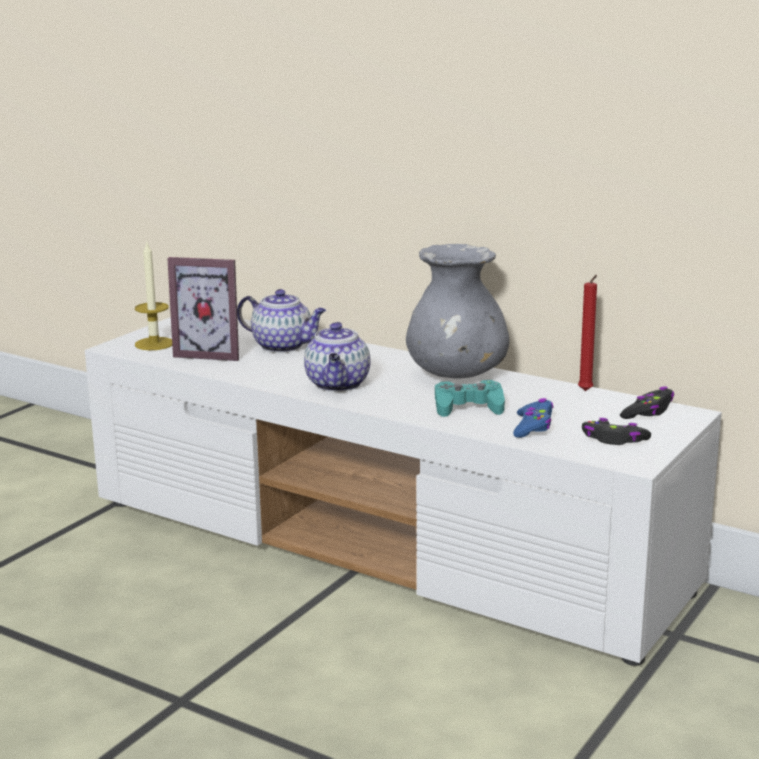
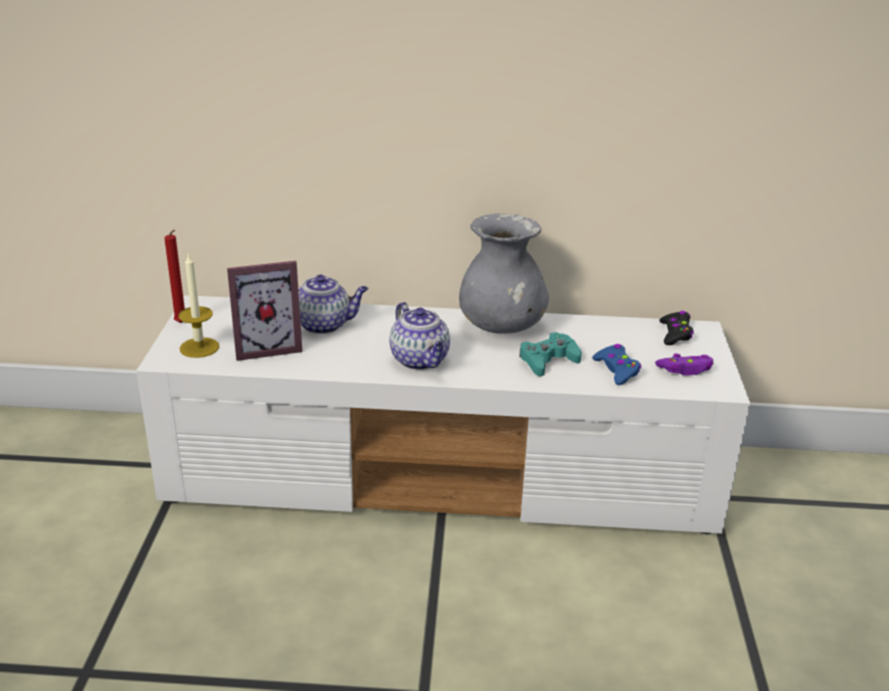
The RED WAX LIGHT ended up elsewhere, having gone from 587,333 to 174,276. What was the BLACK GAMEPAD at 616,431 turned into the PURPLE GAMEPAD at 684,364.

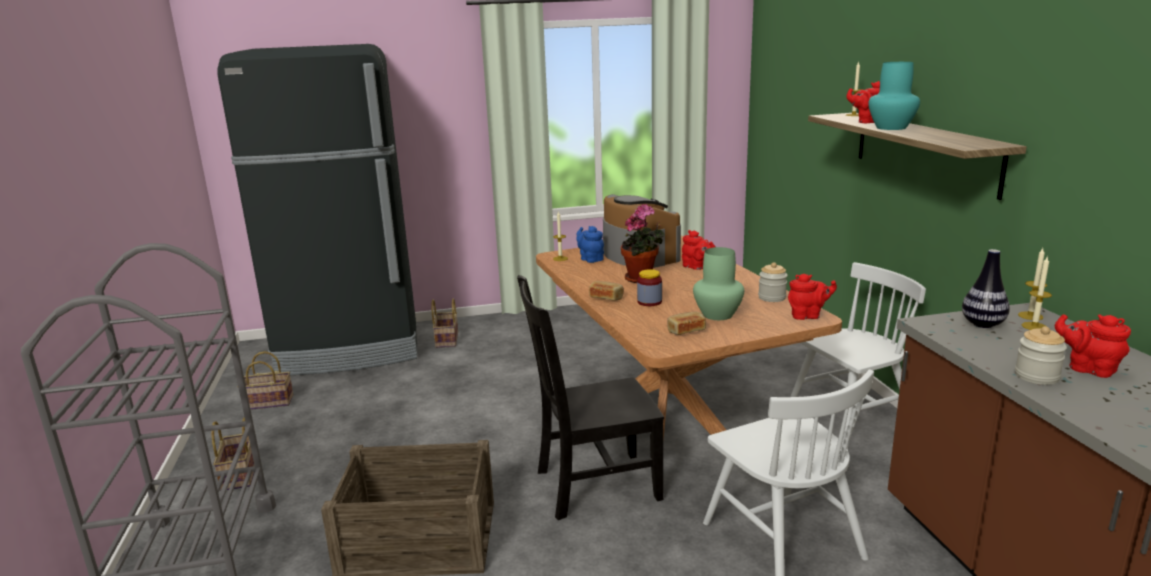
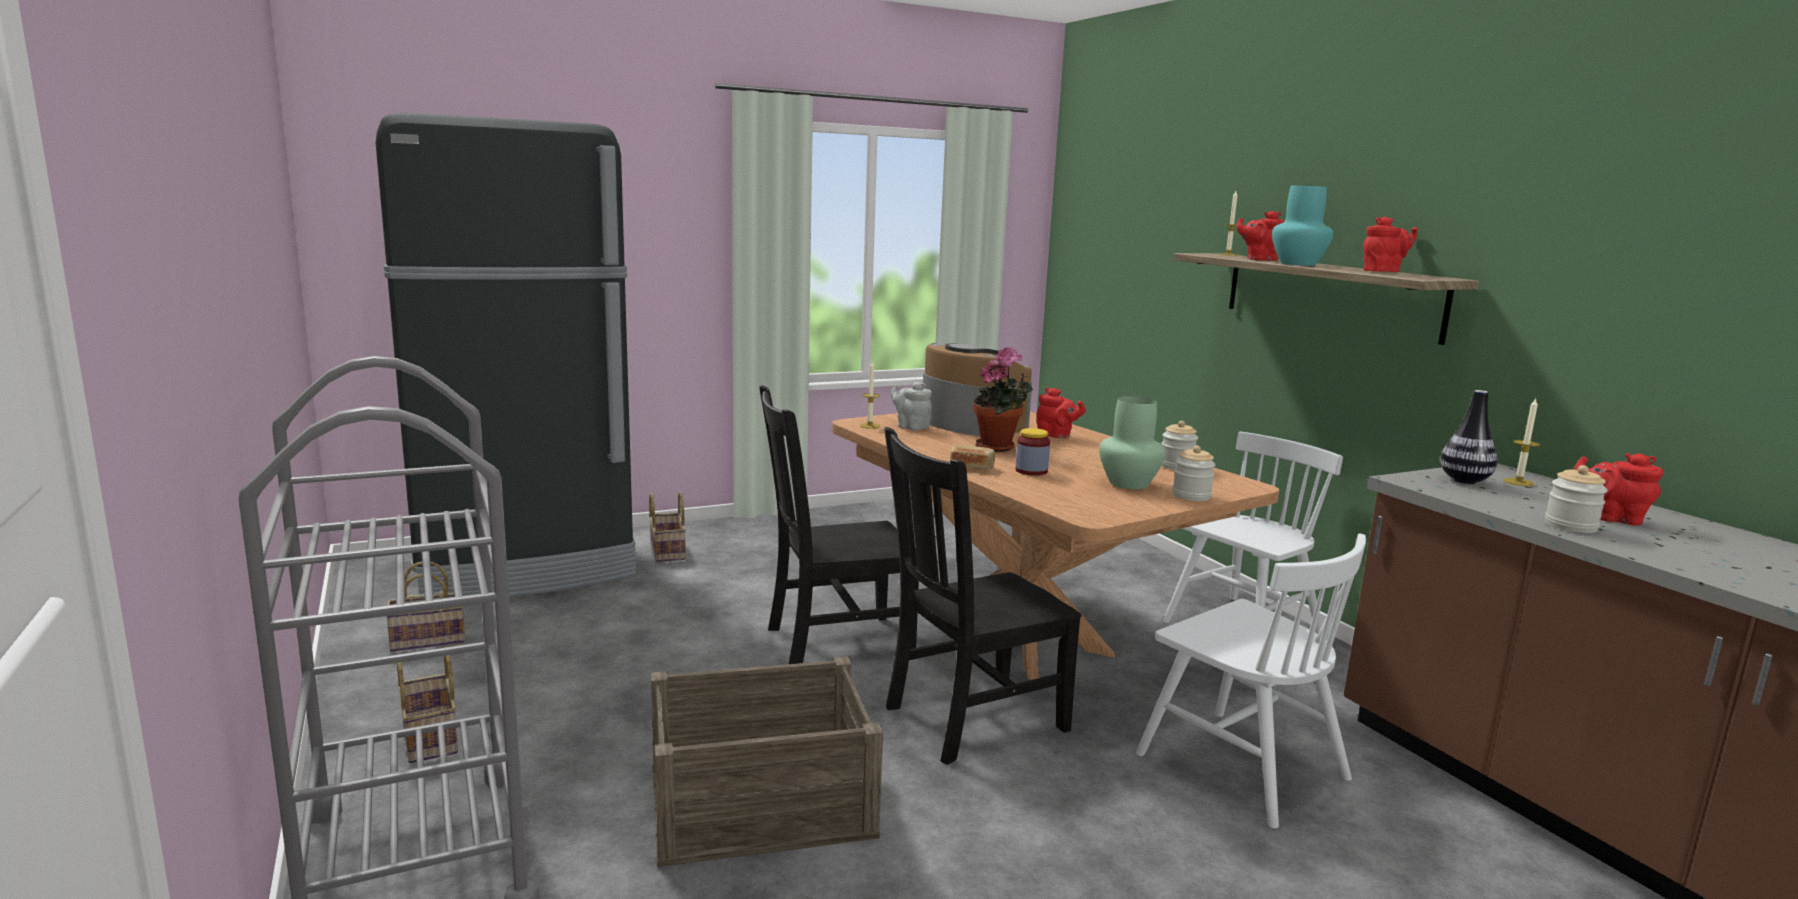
The second view lost the BREAD at 686,323. The second view lost the WAX LIGHT at 1032,284. The second view gained the BLACK PLAIN CHAIR at 839,524. The second view gained the STORAGE JAR at 1194,473. The RED TEAPOT ended up elsewhere, having gone from 812,297 to 1390,244. What was the BLUE TEAPOT at 590,244 turned into the GRAY TEAPOT at 911,406.

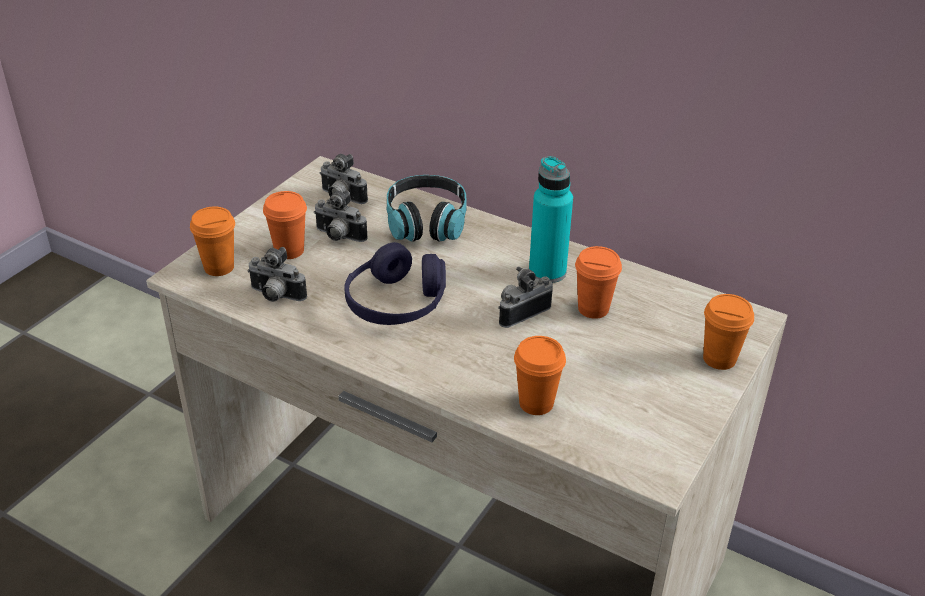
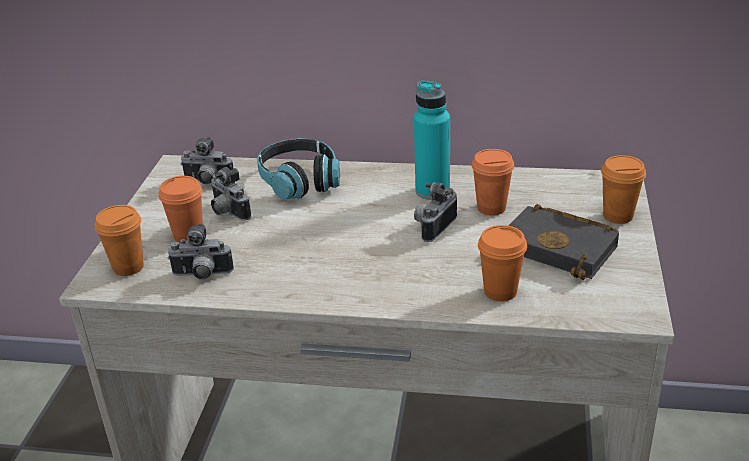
The second view lost the PURPLE HEADSET at 395,283. The second view gained the BLACK BOOK at 564,242. The STILL CAMERA at 341,216 ended up facing another way, 45 degrees clockwise from before.

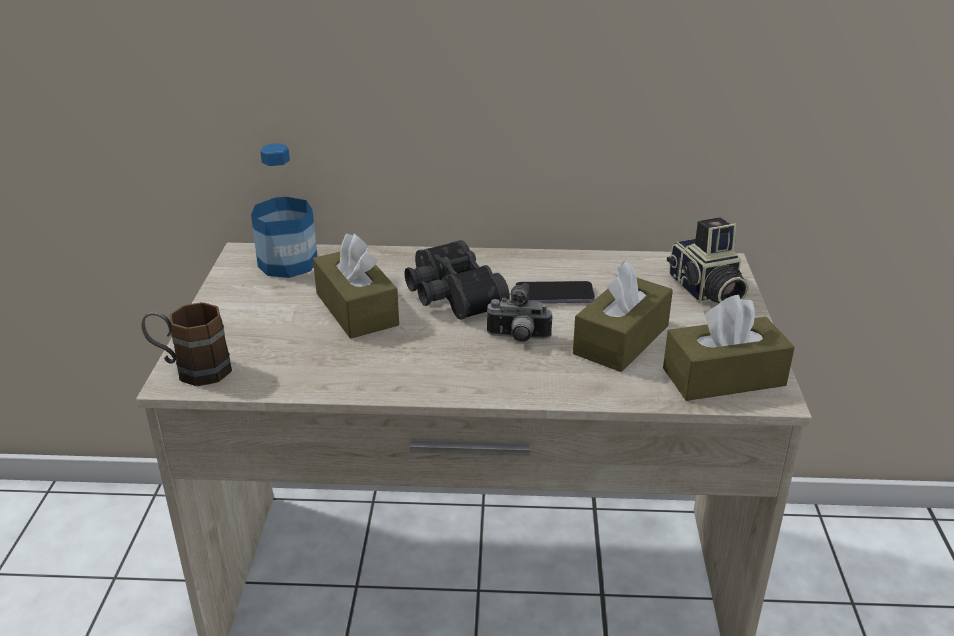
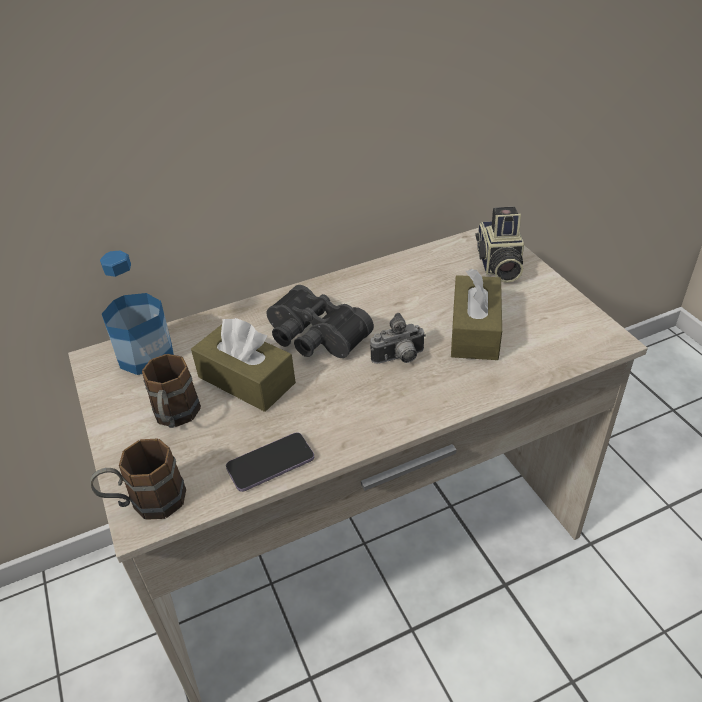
The second view lost the BROWN BOX OF TISSUES at 729,348. The second view gained the BROWN COFFEE MUG at 171,391. The TELEPHONE ended up elsewhere, having gone from 555,292 to 270,462. The STILL CAMERA at 708,260 ended up facing another way, 45 degrees clockwise from before.

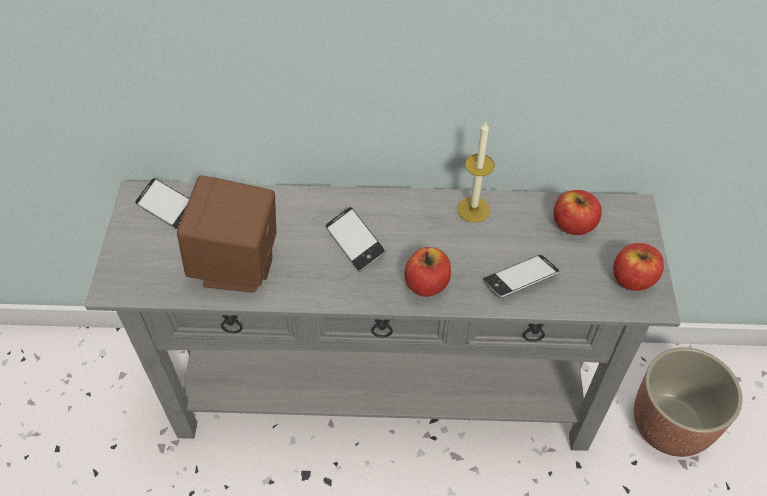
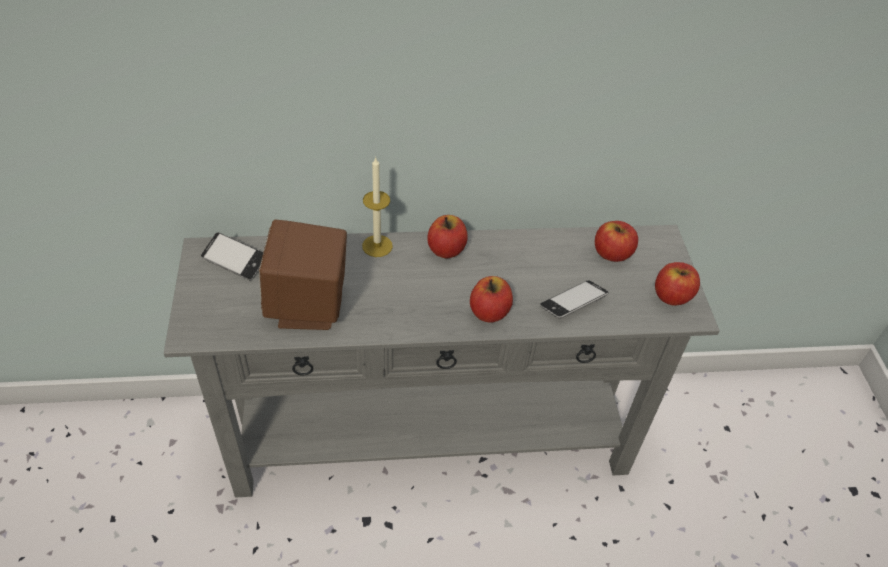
The second view lost the TELEPHONE at 355,239. The second view lost the FLOWER POT at 688,402. The second view gained the WHOLE APPLE at 447,236. The WAX LIGHT ended up elsewhere, having gone from 476,172 to 377,207.

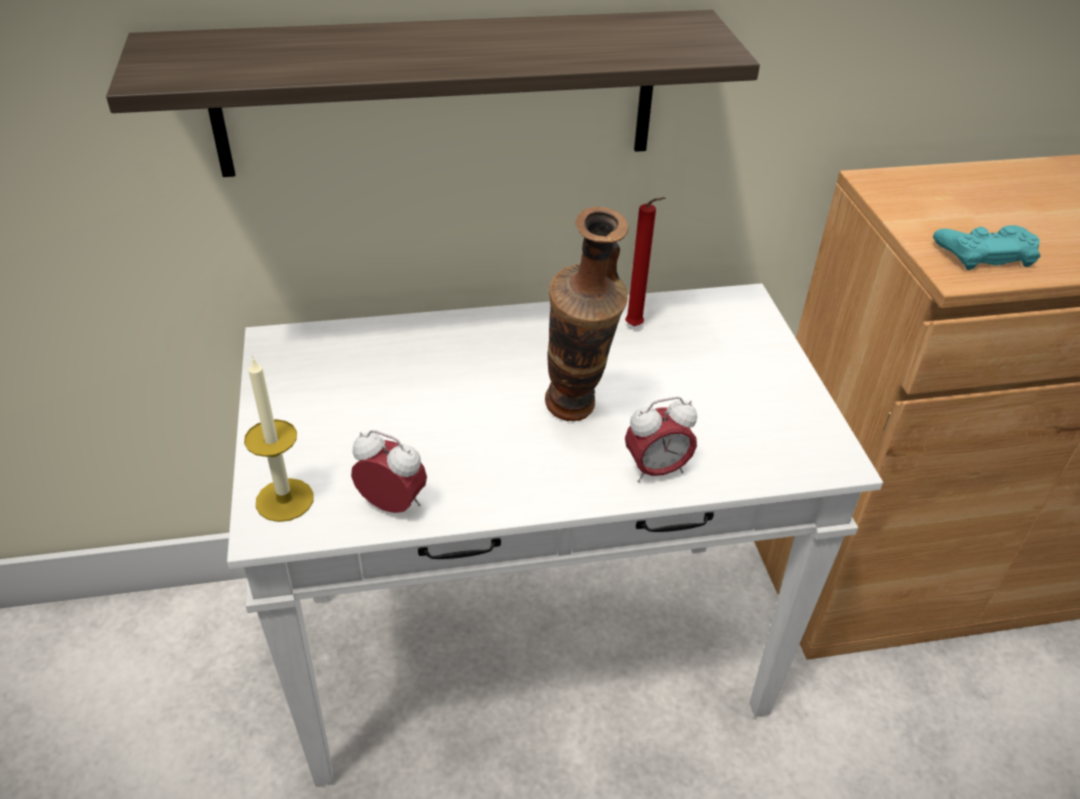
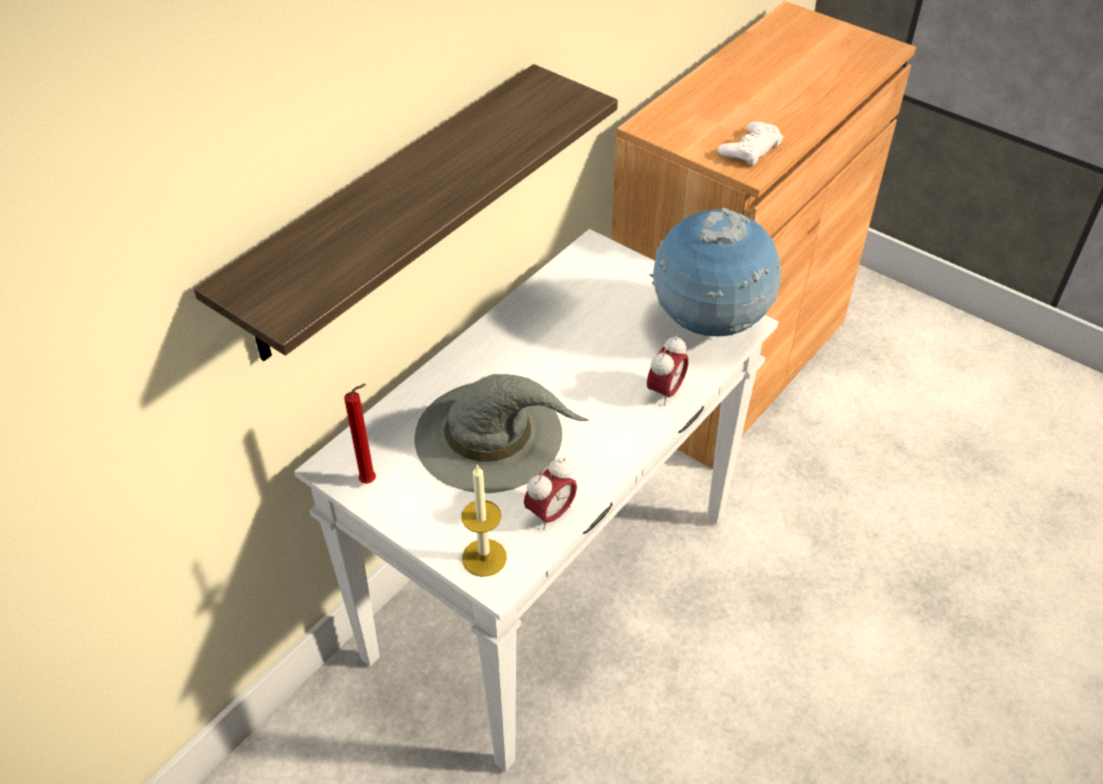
The second view lost the FLOWER VASE at 587,314. The second view gained the GRAY CLOTHING HAT at 501,433. The second view gained the GLOBE at 715,272. The RED WAX LIGHT ended up elsewhere, having gone from 645,261 to 360,434. What was the TURQUOISE-COLOURED GAMEPAD at 986,247 turned into the WHITE GAMEPAD at 750,143. The TABLE CLOCK at 389,471 ended up facing another way, 150 degrees clockwise from before.

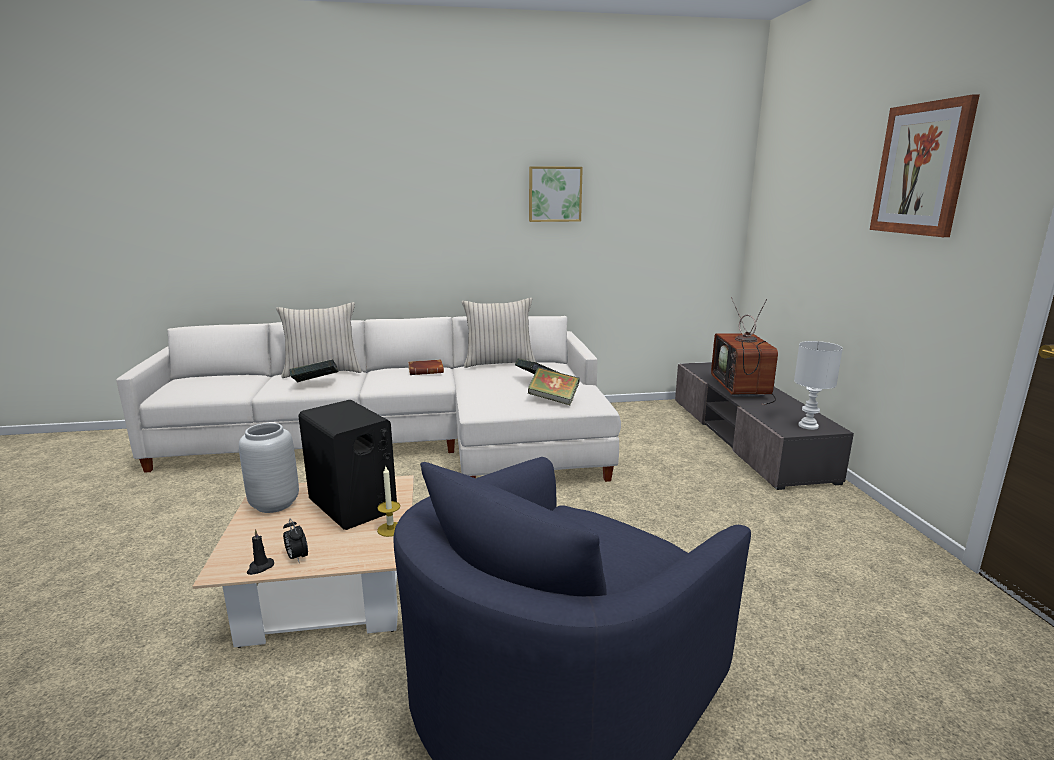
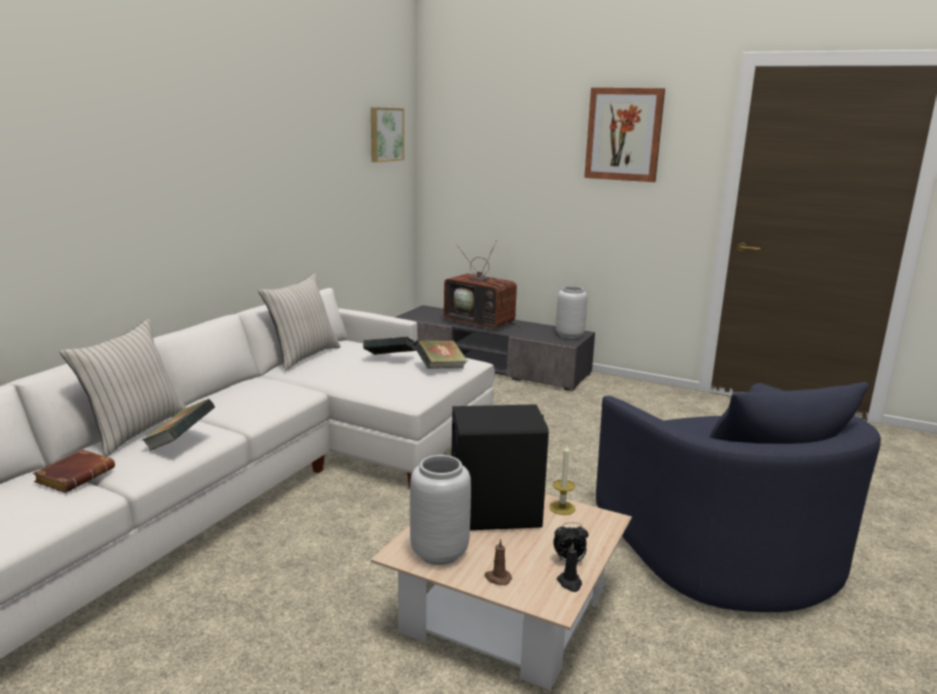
The second view gained the BROWN WAX LIGHT at 498,561. The BROWN BOOK ended up elsewhere, having gone from 426,367 to 74,471. The WALL ART ended up elsewhere, having gone from 556,194 to 387,134. Where the WHITE TABLETOP LAMP stood at 818,385, the GRAY FLOWER VASE came to stand at 571,312.

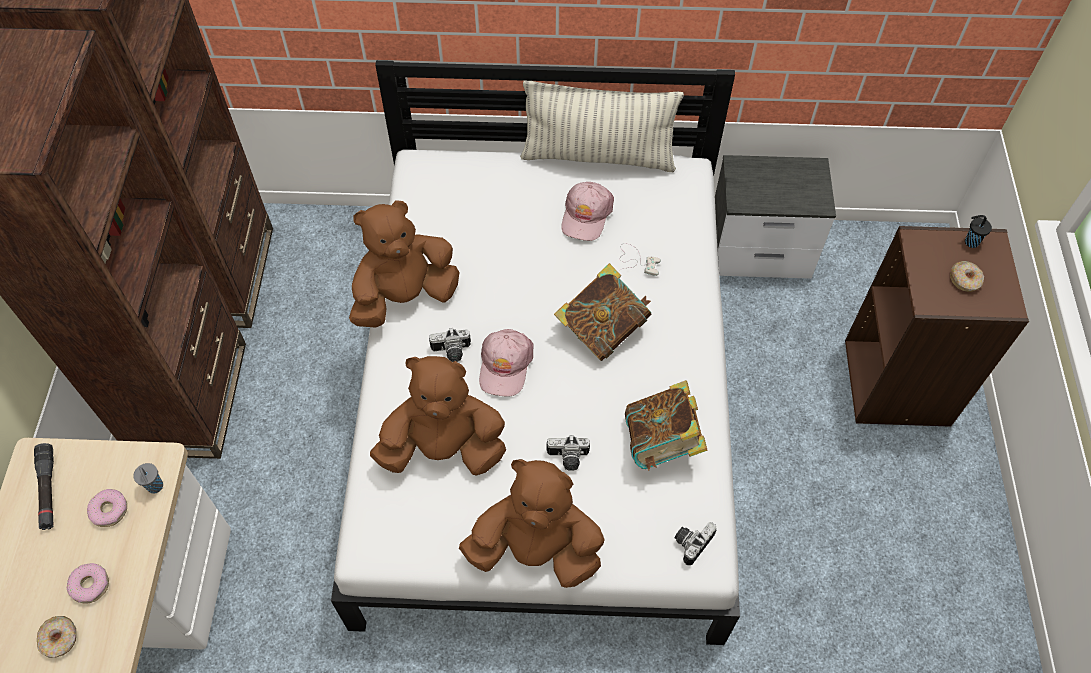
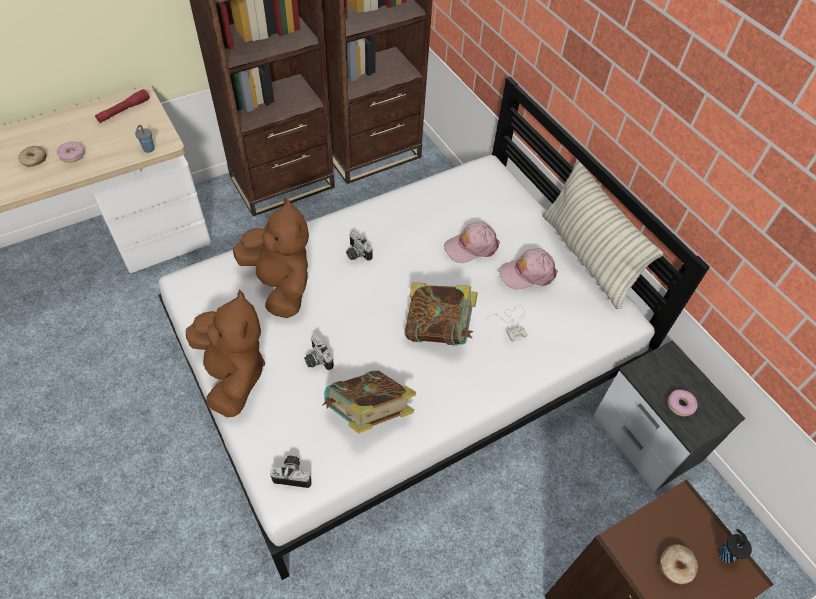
The second view lost the BROWN SOFT TOY at 404,264. The DONUT ended up elsewhere, having gone from 107,508 to 683,402. The PINKISH CAP ended up elsewhere, having gone from 506,363 to 472,242. What was the BLACK FLASHLIGHT at 44,486 turned into the RED FLASHLIGHT at 122,106.

